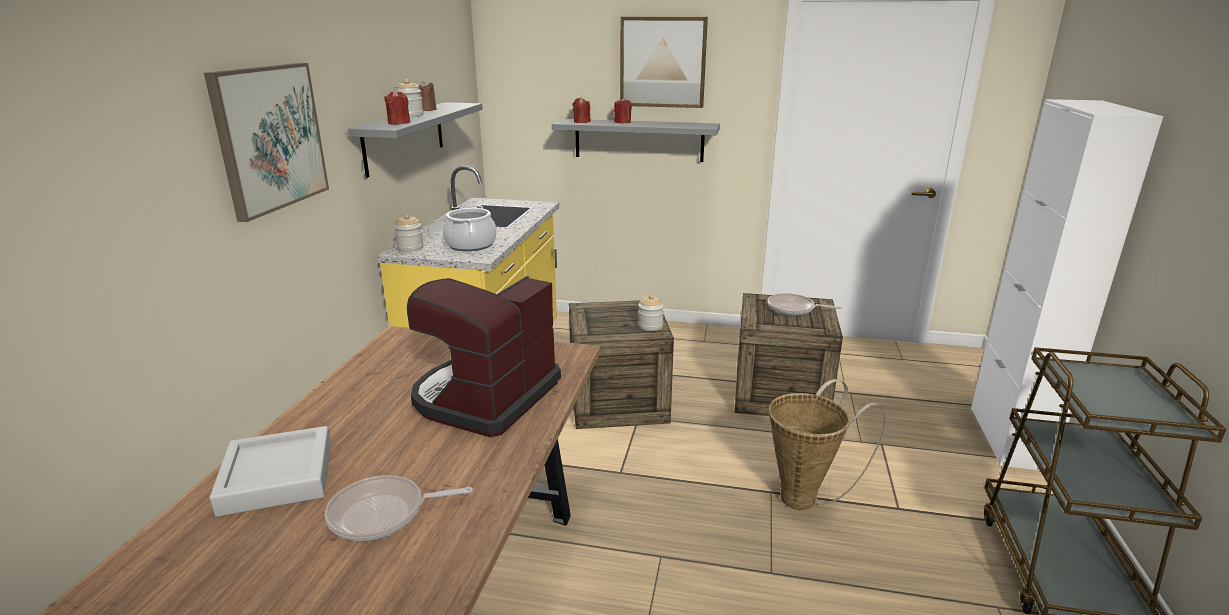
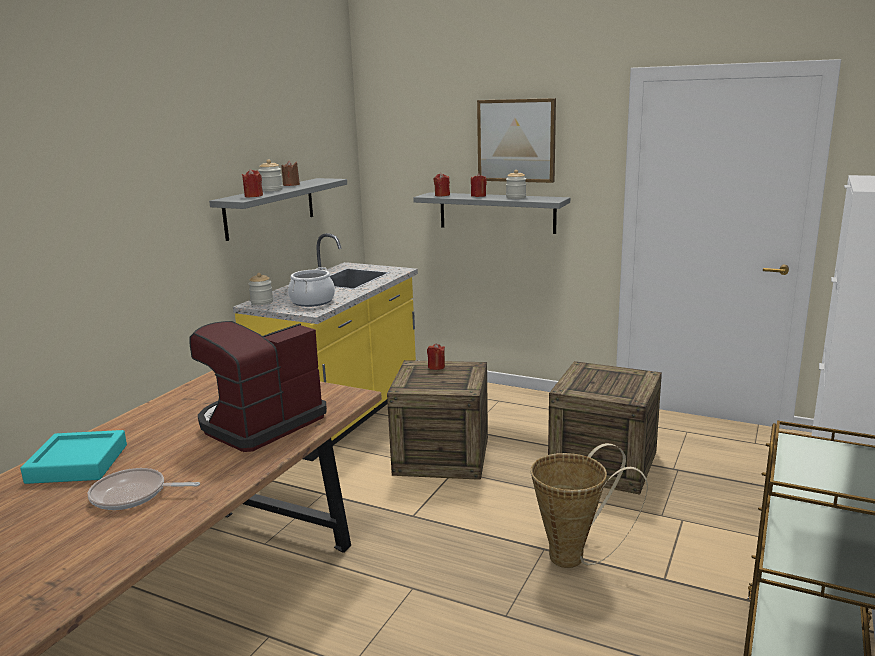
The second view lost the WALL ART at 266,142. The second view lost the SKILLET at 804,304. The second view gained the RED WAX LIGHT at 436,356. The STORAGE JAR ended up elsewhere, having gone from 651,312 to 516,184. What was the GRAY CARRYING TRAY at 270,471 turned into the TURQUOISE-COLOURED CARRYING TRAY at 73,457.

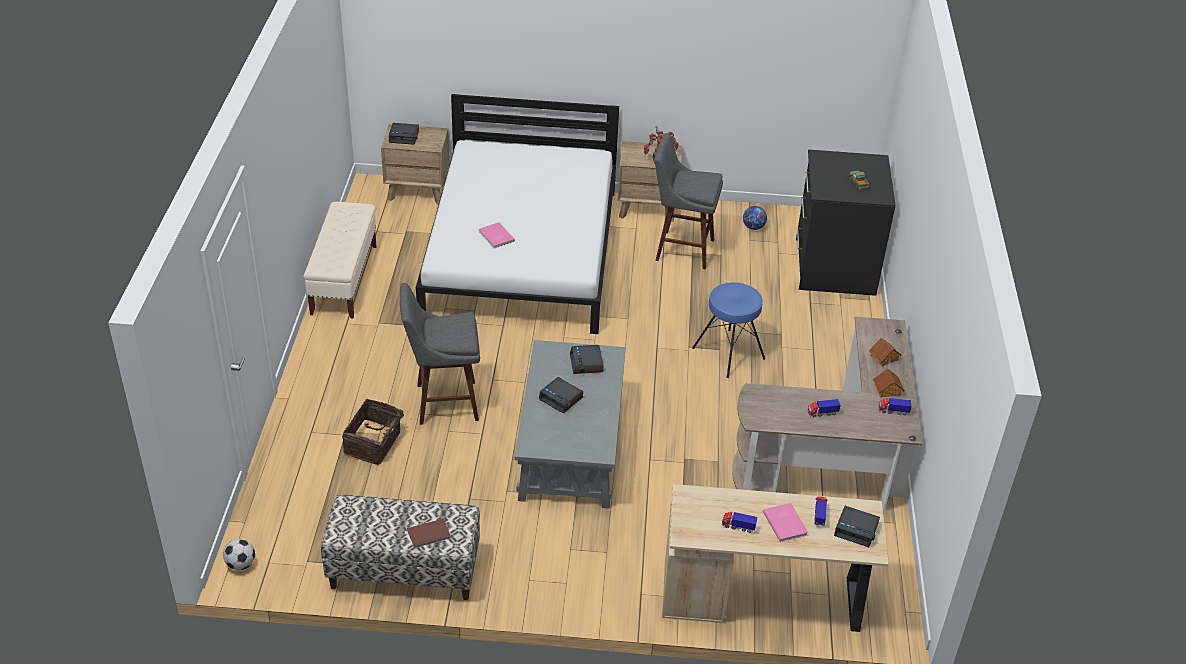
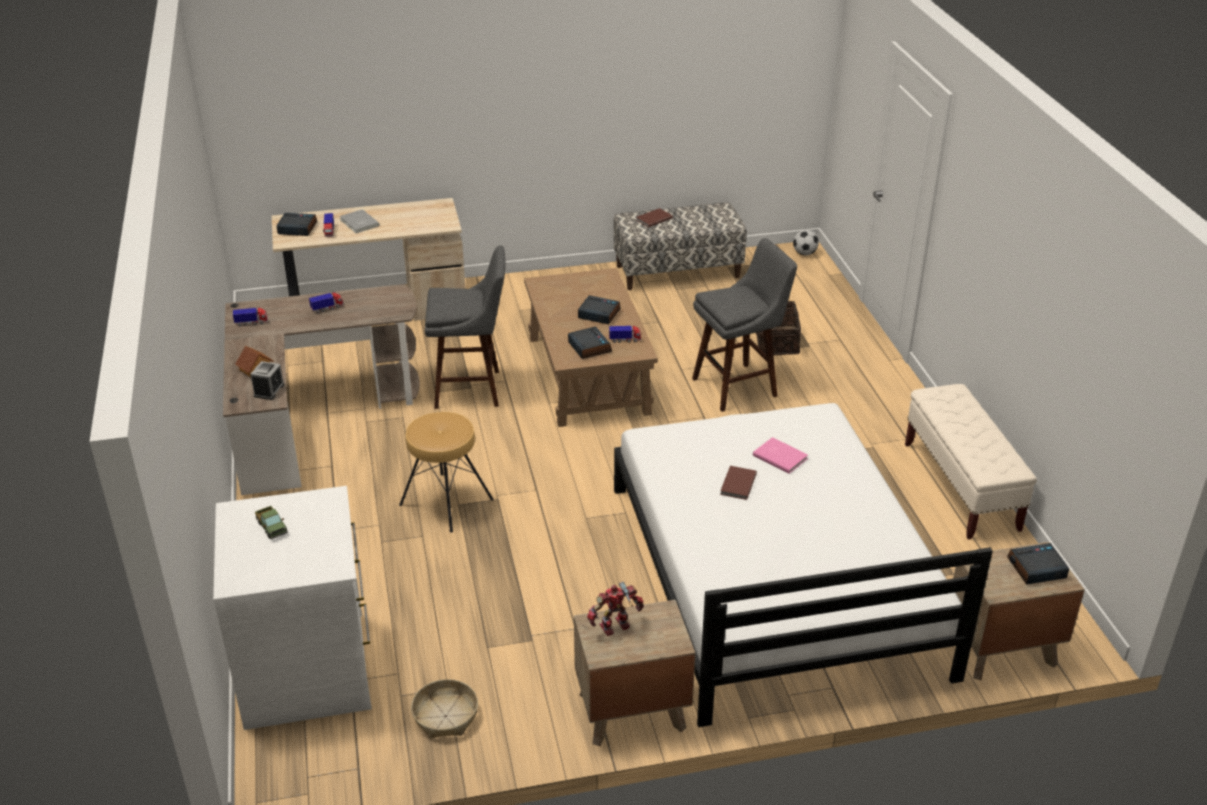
The second view lost the MINIATURE HOUSE at 889,383. The second view gained the TABLE CLOCK at 267,380. The second view gained the BROWN BOOK at 738,483. The GRAY STOOL SEAT ended up elsewhere, having gone from 689,201 to 465,327. The MODEL TRUCK ended up elsewhere, having gone from 739,522 to 625,334. Where the FOOTBALL stood at 755,218, the STORAGE BASKET came to stand at 444,708. What was the GRAY COFFEE TABLE at 570,424 turned into the BROWN COFFEE TABLE at 591,347. What was the BLUE STOOL SEAT at 728,330 turned into the BROWN STOOL SEAT at 446,472. What was the PINKISH BOOK at 785,522 turned into the GRAY BOOK at 359,221. What was the BLACK CHEST OF DRAWERS at 846,222 turned into the WHITE CHEST OF DRAWERS at 292,608.

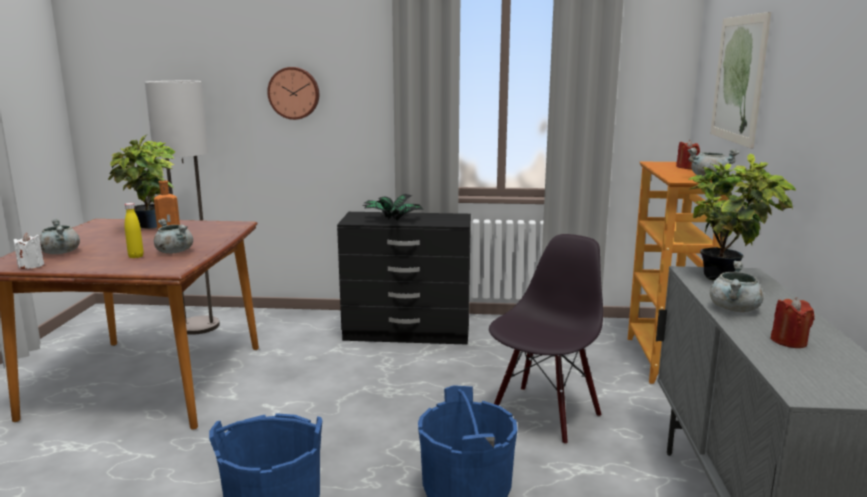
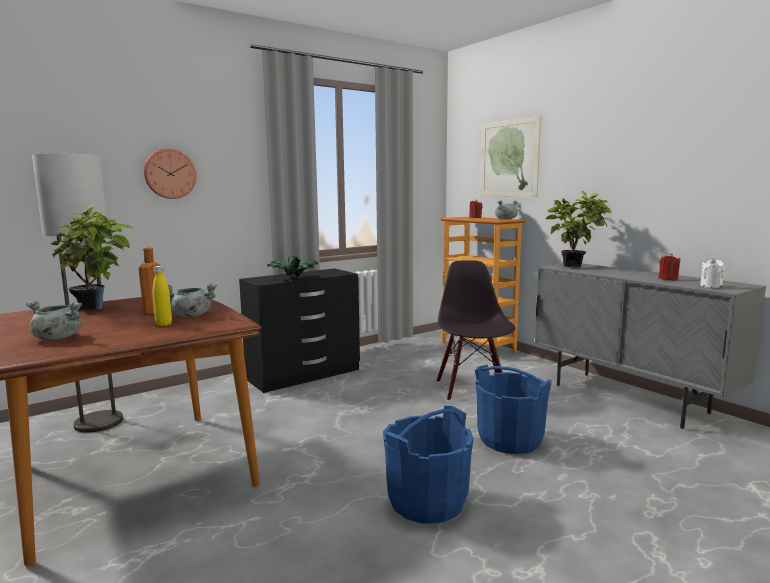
The second view lost the GRAY STOCKPOT at 737,286. The WHITE WAX LIGHT ended up elsewhere, having gone from 29,251 to 712,273.

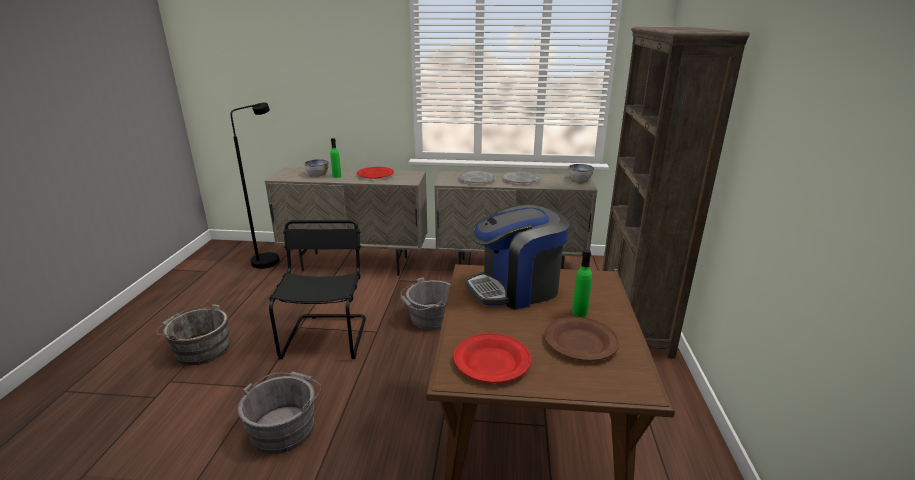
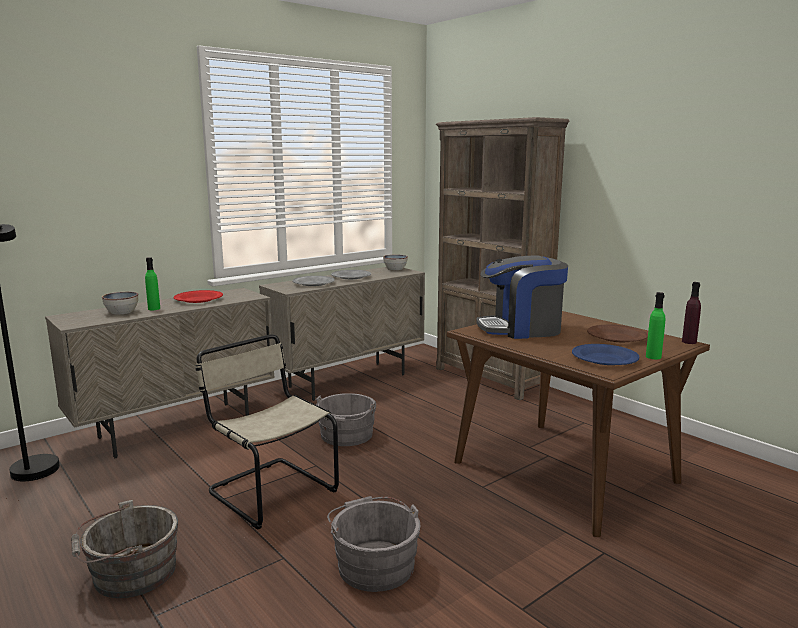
The second view gained the PURPLE DRINK BOTTLE at 691,313. The GREEN-COLOURED DRINK BOTTLE ended up elsewhere, having gone from 582,283 to 655,325. What was the BLACK PLAIN CHAIR at 317,290 turned into the BEIGE-COLOURED PLAIN CHAIR at 267,431. What was the RED PLATE at 492,358 turned into the BLUE PLATE at 605,354. The COFFEE BREWER at 517,257 ended up facing another way, 60 degrees clockwise from before.

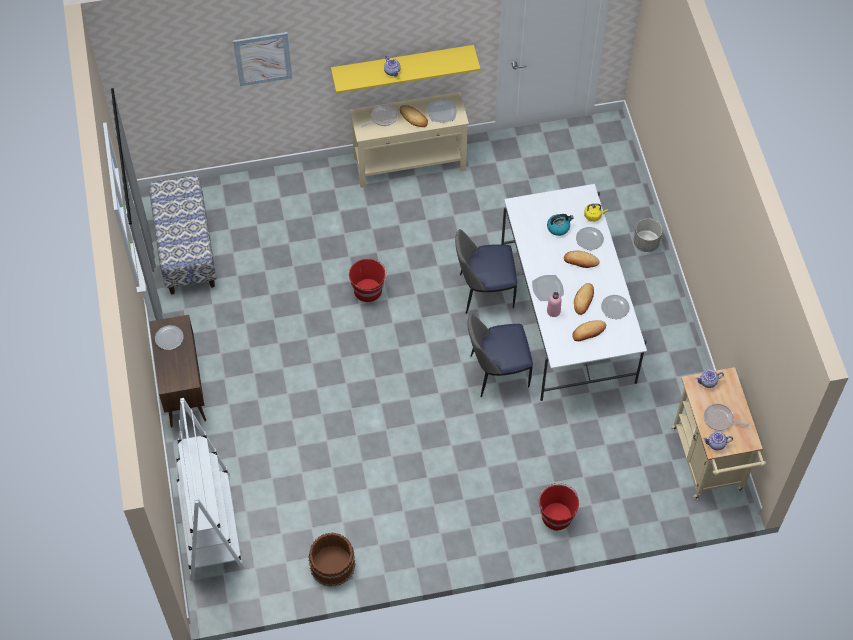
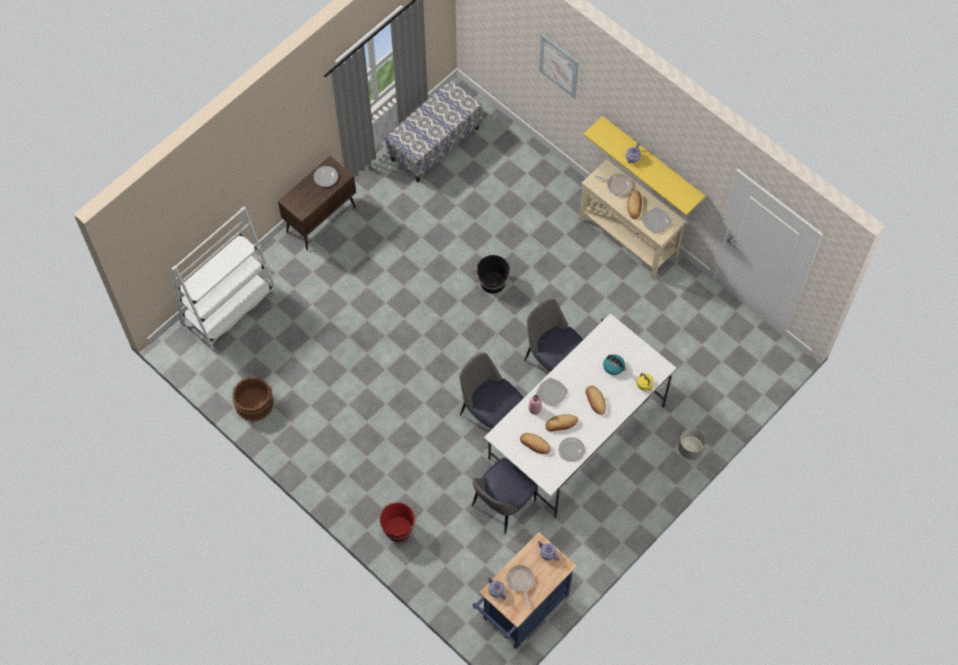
The second view lost the PLATE at 590,238. The second view gained the PLAIN CHAIR at 505,496. What was the RED BUCKET at 368,280 turned into the BLACK BUCKET at 493,274. What was the BEIGE-COLOURED CART at 718,433 turned into the BLUE CART at 525,591.

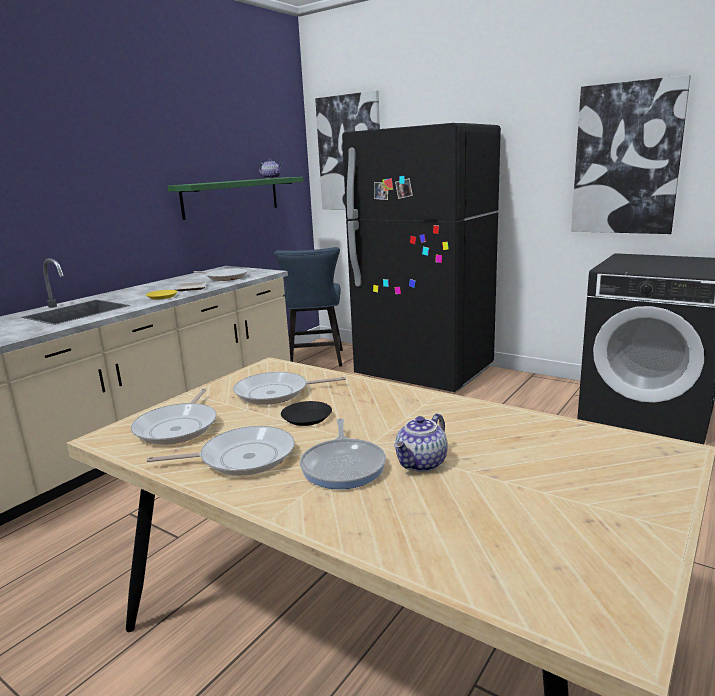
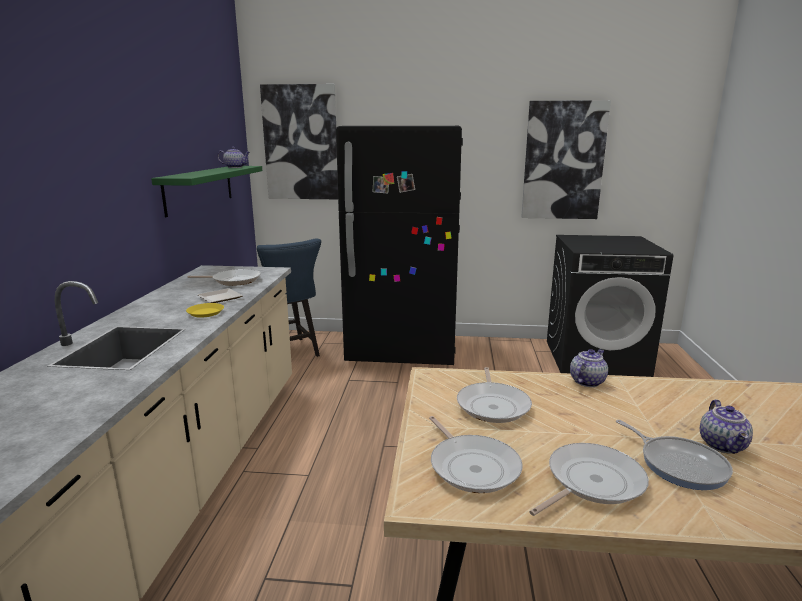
The second view lost the BLACK PLATE at 306,413. The second view gained the TEAPOT at 589,368. The SKILLET at 289,388 ended up facing another way, 45 degrees counterclockwise from before.

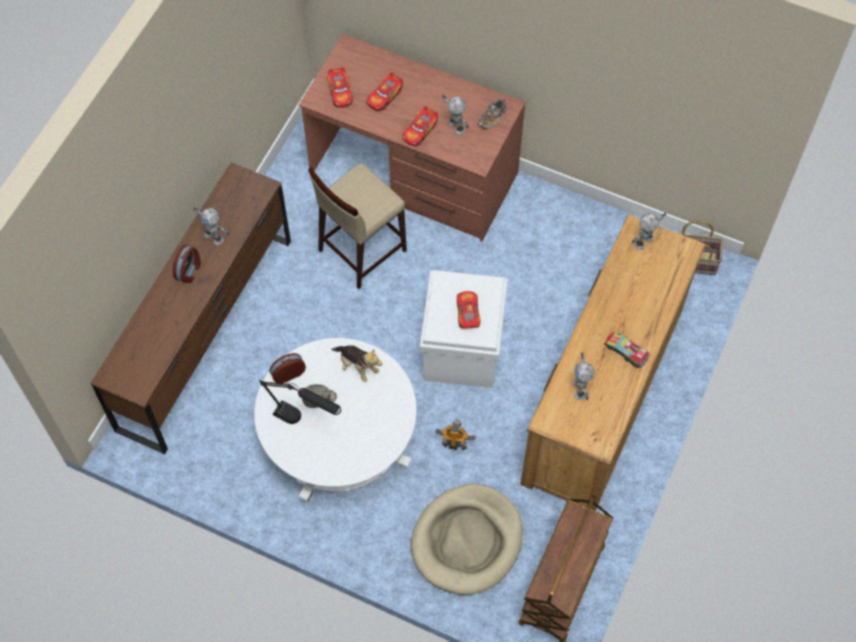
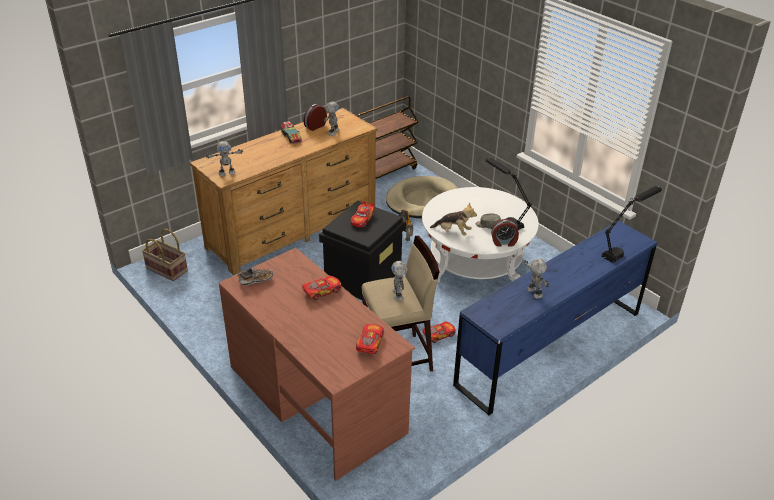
The second view gained the BLACK TABLETOP LAMP at 631,224. The TABLE CLOCK ended up elsewhere, having gone from 187,264 to 315,117. The TOY CAR ended up elsewhere, having gone from 385,91 to 439,332. The TOY ROBOT ended up elsewhere, having gone from 455,115 to 399,281. What was the BROWN CHEST OF DRAWERS at 191,308 turned into the BLUE CHEST OF DRAWERS at 555,318. What was the WHITE STORAGE BIN at 464,329 turned into the BLACK STORAGE BIN at 362,250. The SOFT TOY at 357,363 ended up facing another way, 135 degrees clockwise from before.

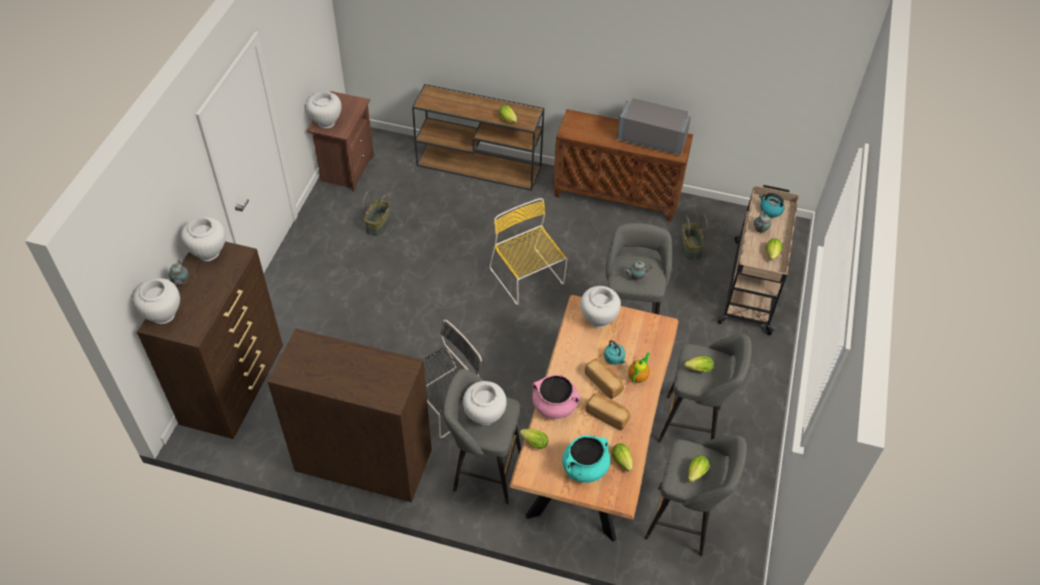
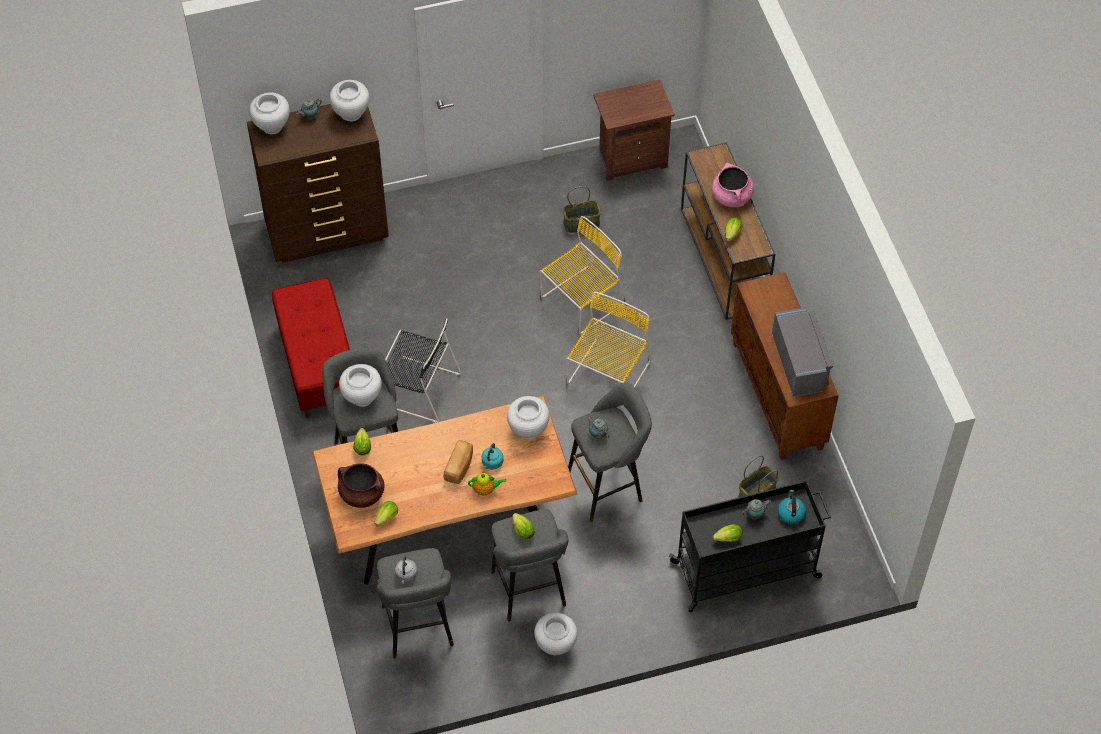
The second view lost the BREAD at 608,411. The second view gained the YELLOW-COLOURED PLAIN CHAIR at 583,275. The WHITE FLOWER VASE ended up elsewhere, having gone from 323,110 to 556,633. The PINKISH STOCKPOT ended up elsewhere, having gone from 556,397 to 733,185. Where the BROWN CHEST OF DRAWERS stood at 350,415, the RED BENCH came to stand at 311,348. Where the LETTUCE HEAD stood at 698,469, the GRAY KETTLE came to stand at 406,569. What was the TURQUOISE-COLOURED STOCKPOT at 586,459 turned into the BROWN STOCKPOT at 361,485. What was the BEIGE-COLOURED CART at 758,260 turned into the BLACK CART at 750,547.

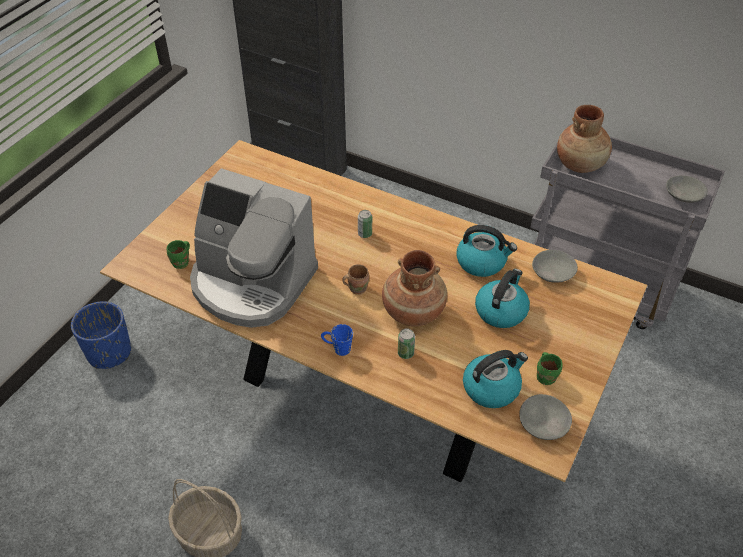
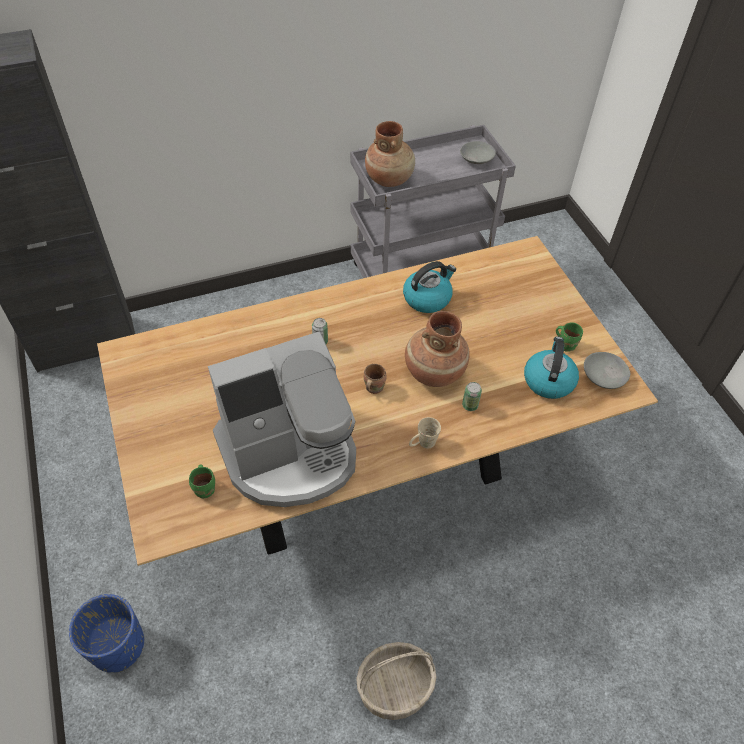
The second view lost the KETTLE at 502,298. The second view lost the GRAY SERVING BOWL at 555,266. What was the BLUE COFFEE MUG at 337,340 turned into the BEIGE-COLOURED COFFEE MUG at 425,433.

